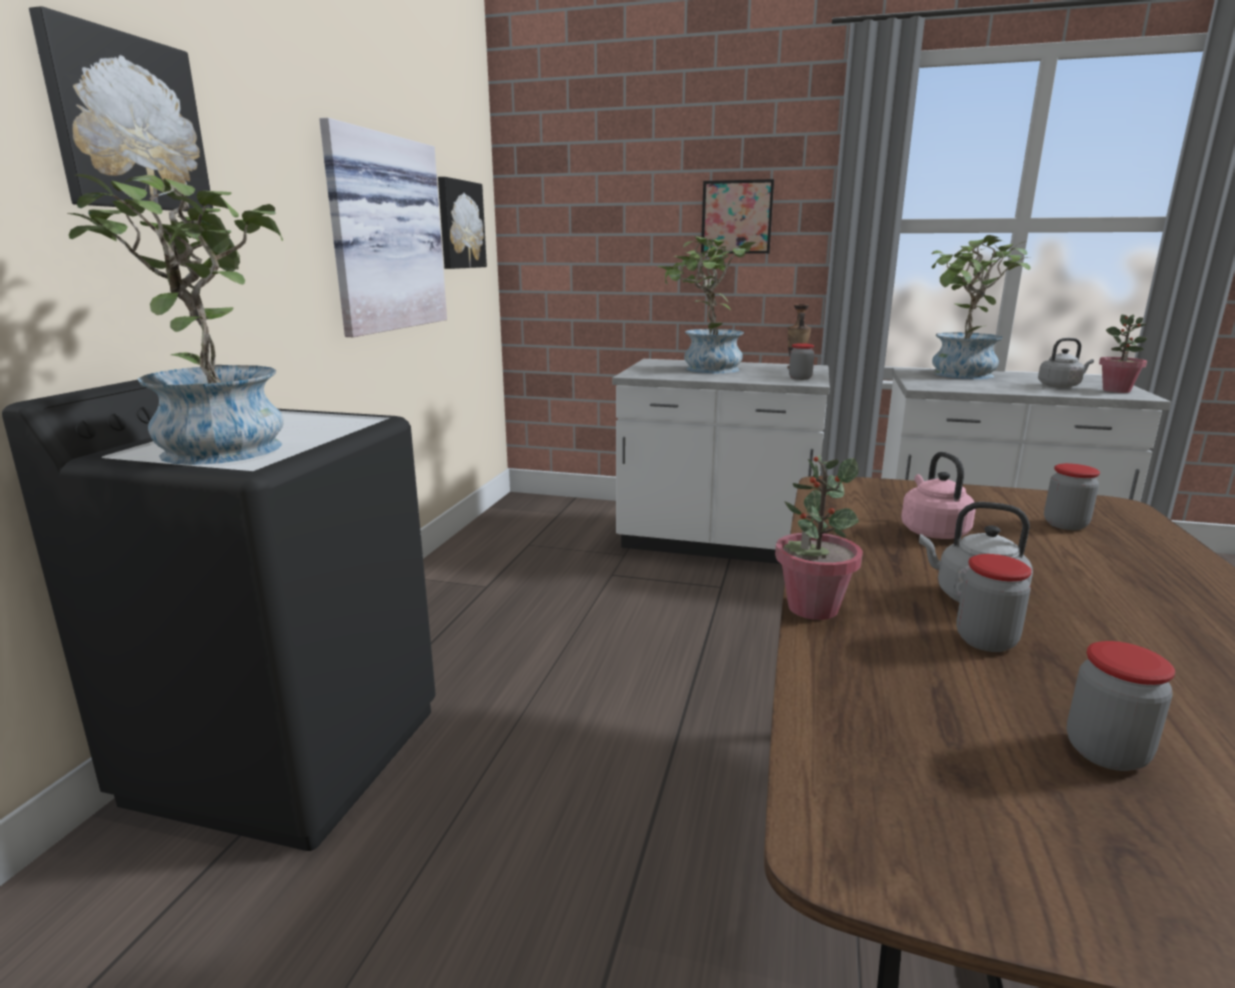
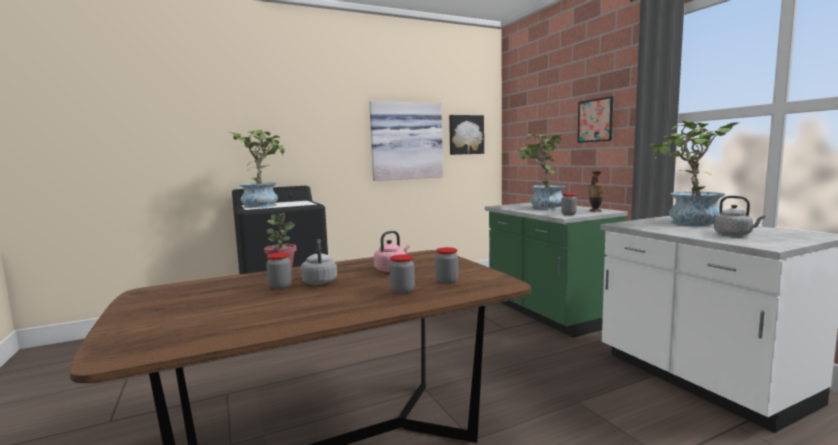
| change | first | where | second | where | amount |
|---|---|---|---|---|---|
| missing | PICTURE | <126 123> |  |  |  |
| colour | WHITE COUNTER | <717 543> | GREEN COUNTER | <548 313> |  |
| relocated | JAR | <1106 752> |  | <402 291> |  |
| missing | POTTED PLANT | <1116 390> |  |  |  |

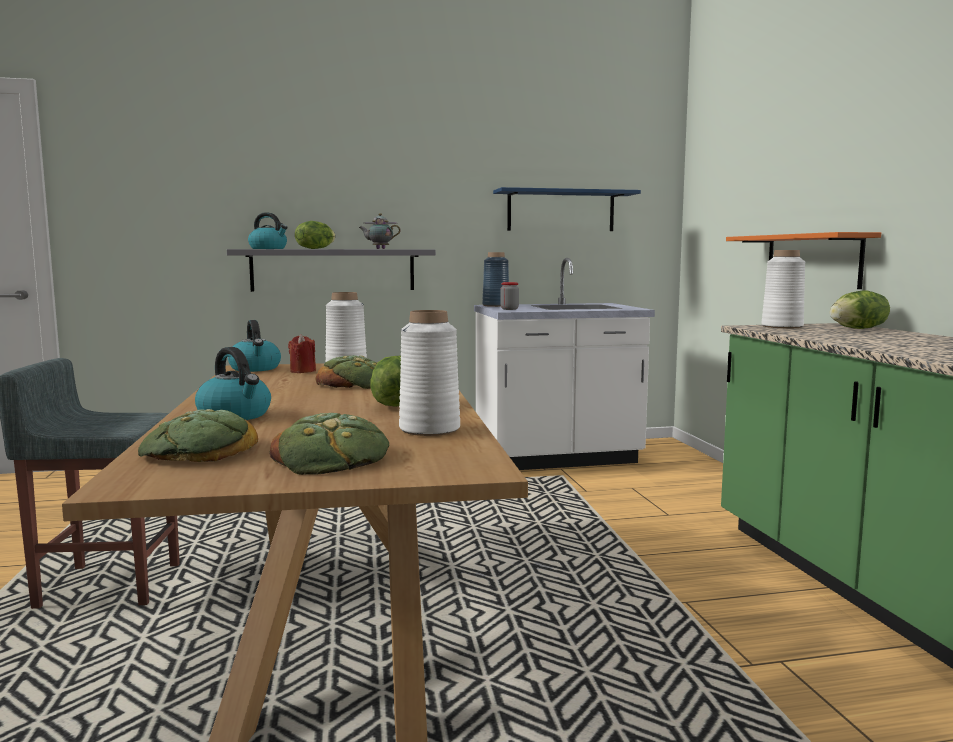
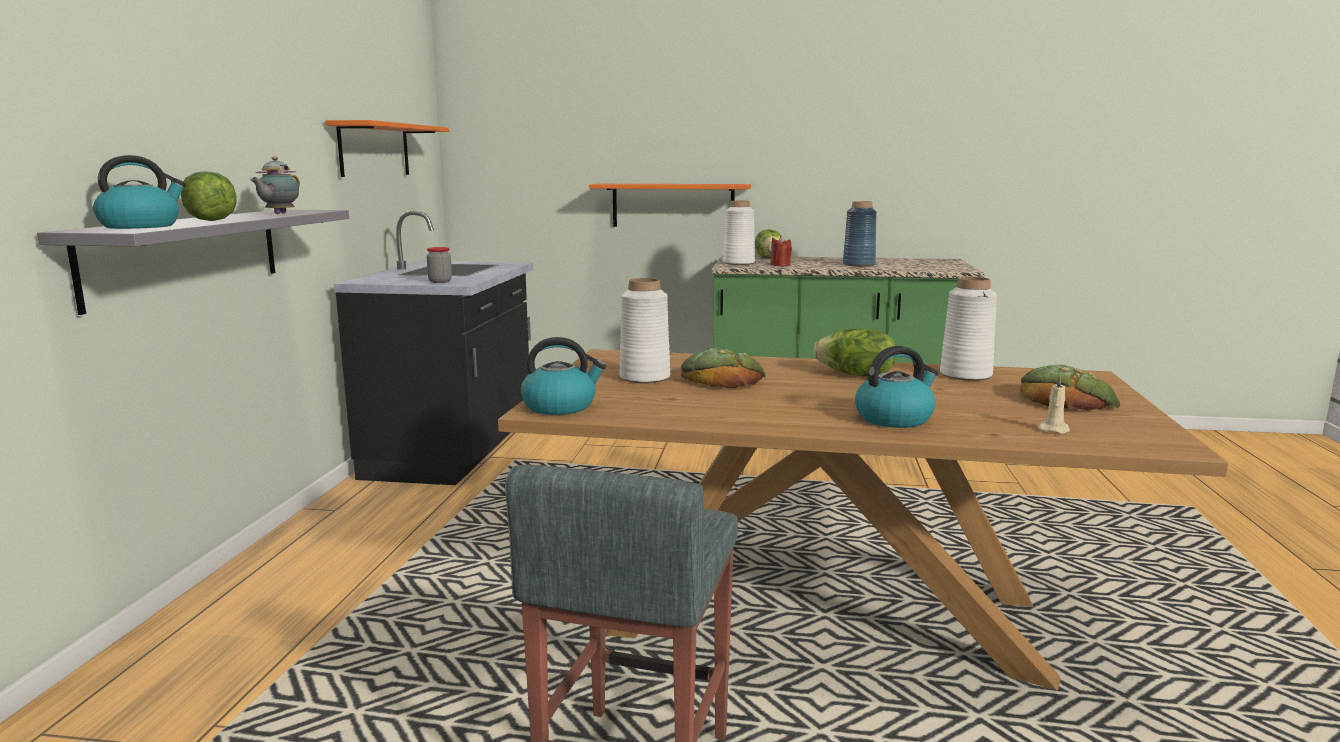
| change | first | where | second | where | amount |
|---|---|---|---|---|---|
| exchanged | BREAD | <199 451> | BEIGE CANDLE | <1053 429> |  |
| relocated | RED CANDLE | <303 371> |  | <780 265> |  |
| colour | WHITE COUNTER | <557 458> | BLACK COUNTER | <454 451> |  |
| relocated | BLUE VASE | <496 305> |  | <858 264> |  |
| colour | BLUE SHELF | <561 211> | ORANGE SHELF | <374 150> |  |

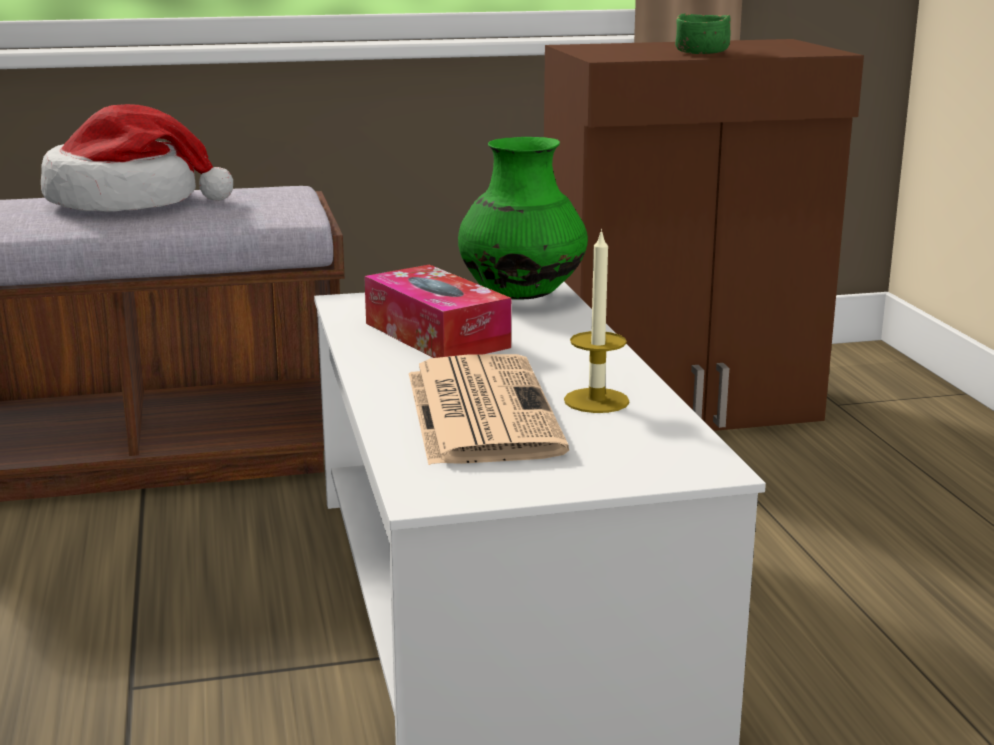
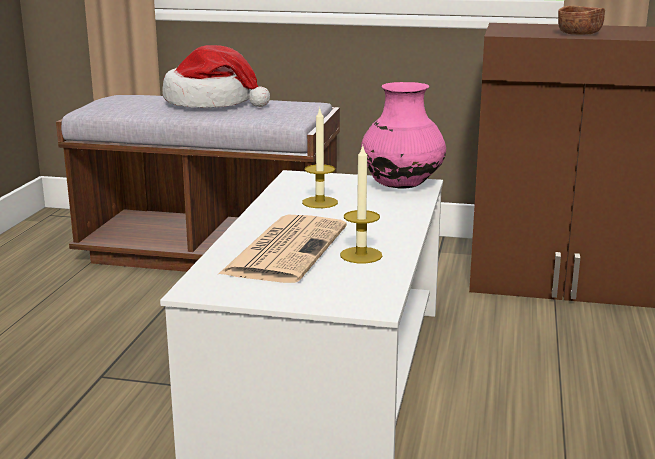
| change | first | where | second | where | amount |
|---|---|---|---|---|---|
| exchanged | TISSUE BOX | <436 335> | CANDLE | <320 202> |  |
| colour | GREEN VASE | <521 297> | PINK VASE | <401 186> |  |
| colour | GREEN BOWL | <702 53> | BROWN BOWL | <579 34> |  |

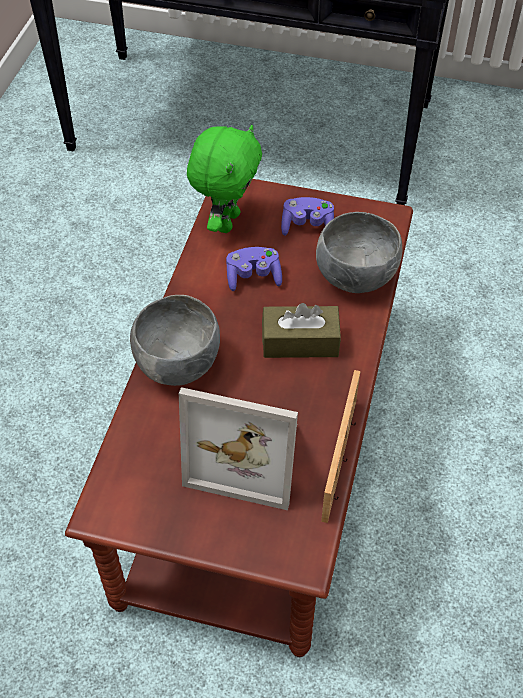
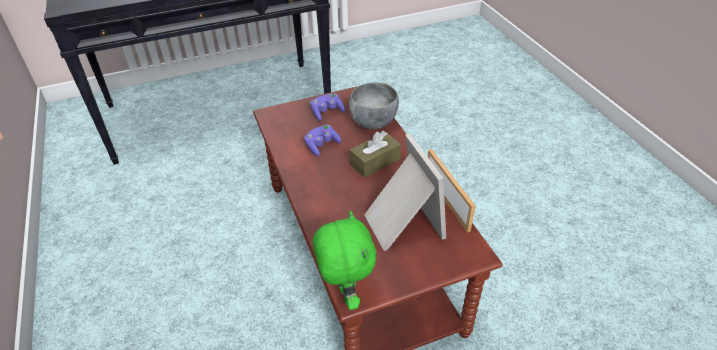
| change | first | where | second | where | amount |
|---|---|---|---|---|---|
| missing | GREY BOWL | <177 365> |  |  |  |
| spun | PICTURE FRAME | <248 454> |  | <401 223> | 90 degrees counterclockwise |
| relocated | GREEN PLUSH TOY | <226 221> |  | <345 293> |  |

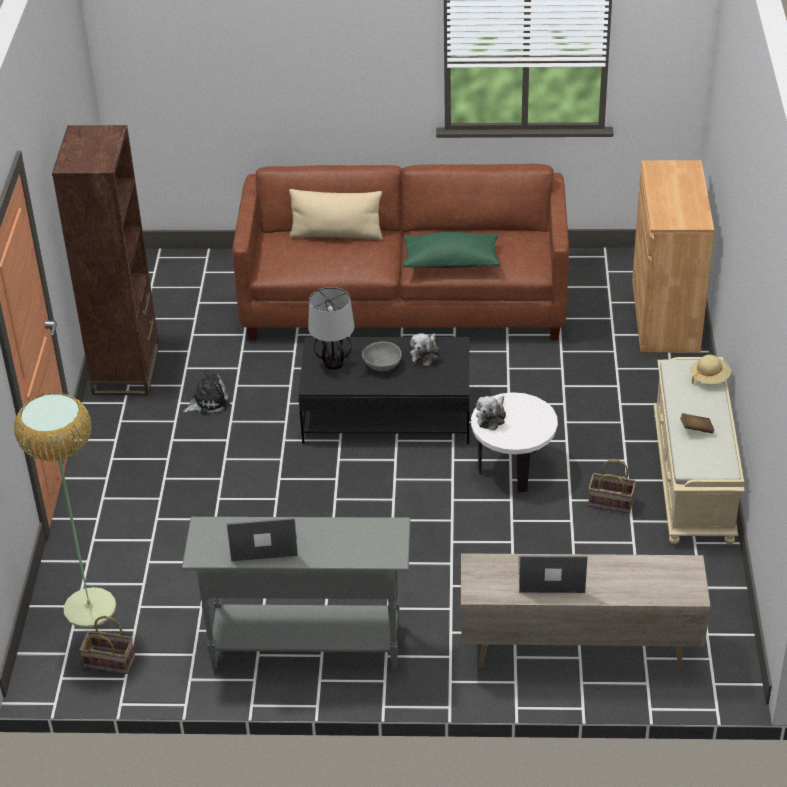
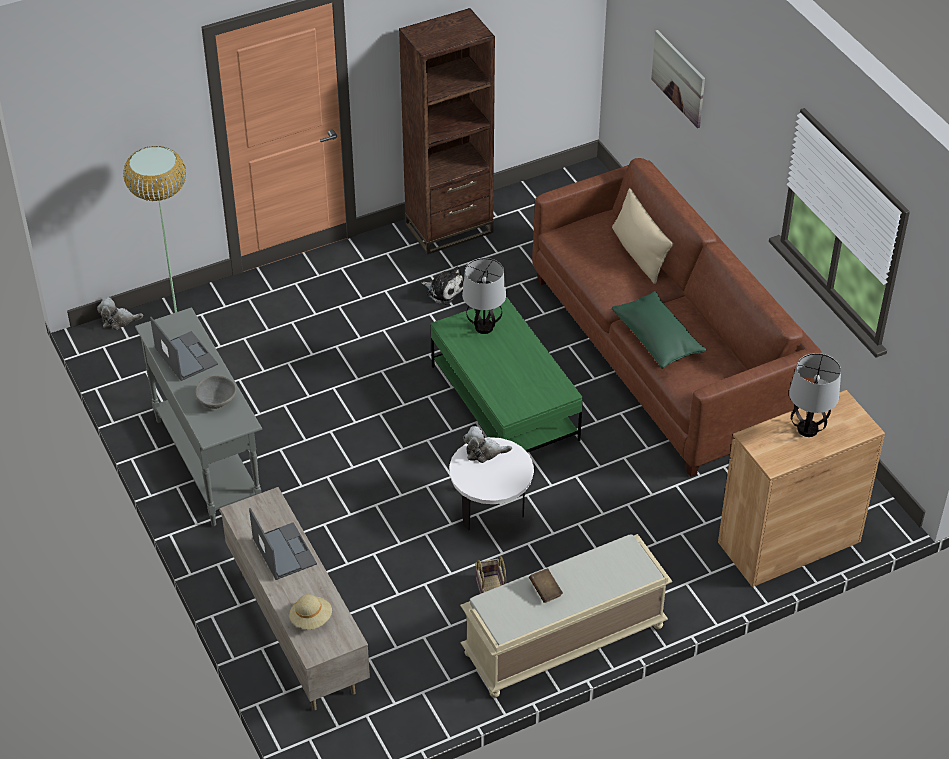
| change | first | where | second | where | amount |
|---|---|---|---|---|---|
| missing | BASKET | <111 661> |  |  |  |
| colour | BLACK COFFEE TABLE | <387 414> | GREEN COFFEE TABLE | <505 403> |  |
| relocated | GREY BOWL | <382 365> |  | <216 401> |  |
| relocated | PLUSH TOY | <425 354> |  | <118 321> |  |
| relocated | BEIGE HAT | <709 378> |  | <311 619> |  |
| appeared |  |  | PICTURE | <678 78> |  |
| appeared |  |  | TABLE LAMP | <808 430> |  |

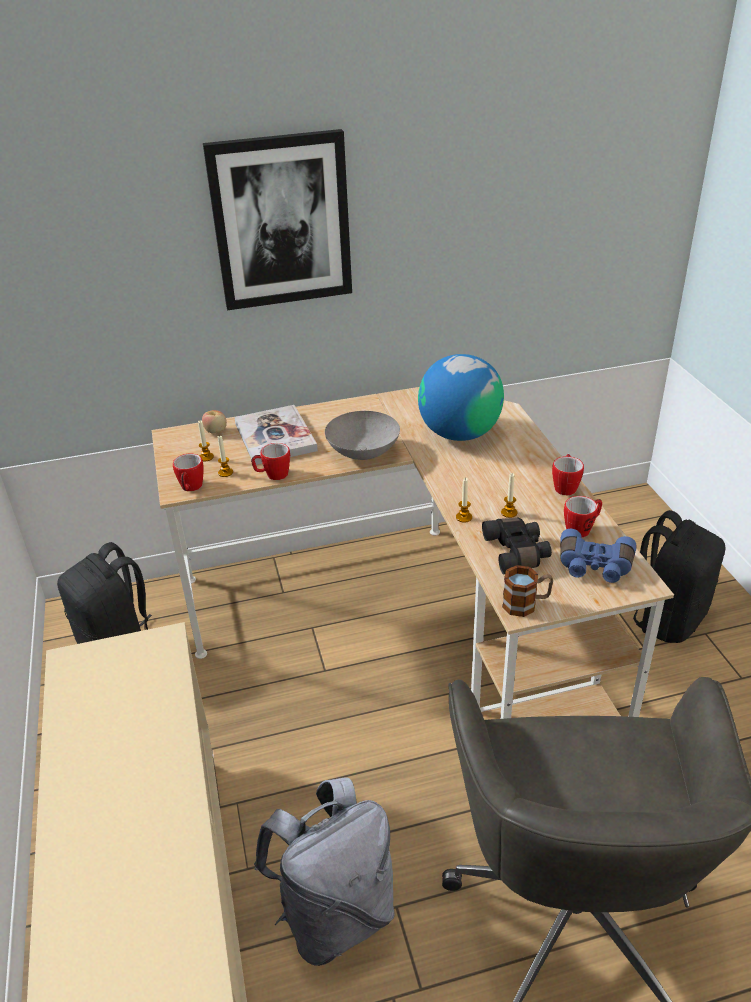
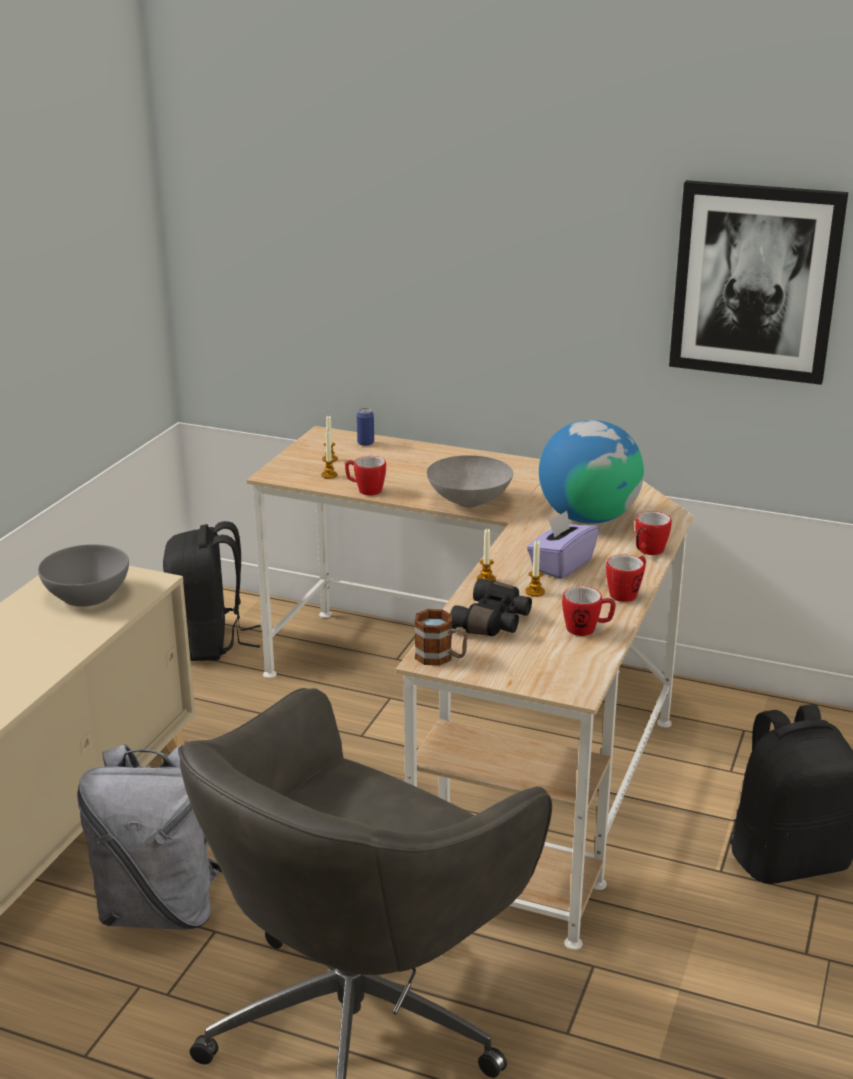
| change | first | where | second | where | amount |
|---|---|---|---|---|---|
| relocated | MUG | <190 488> |  | <648 552> |  |
| exchanged | APPLE | <216 431> | CAN | <365 443> |  |
| relocated | PICTURE | <281 221> |  | <755 281> |  |
| missing | BOOK | <275 437> |  |  |  |
| missing | BLUE BINOCULARS | <594 567> |  |  |  |
| appeared |  |  | GREY BOWL | <87 594> |  |
| appeared |  |  | PURPLE TISSUE BOX | <561 565> |  |

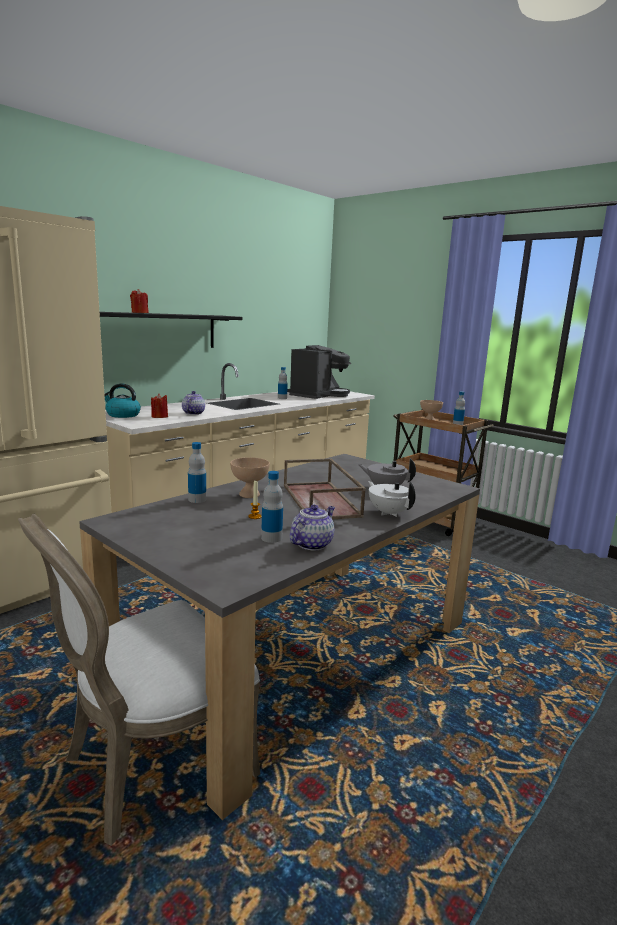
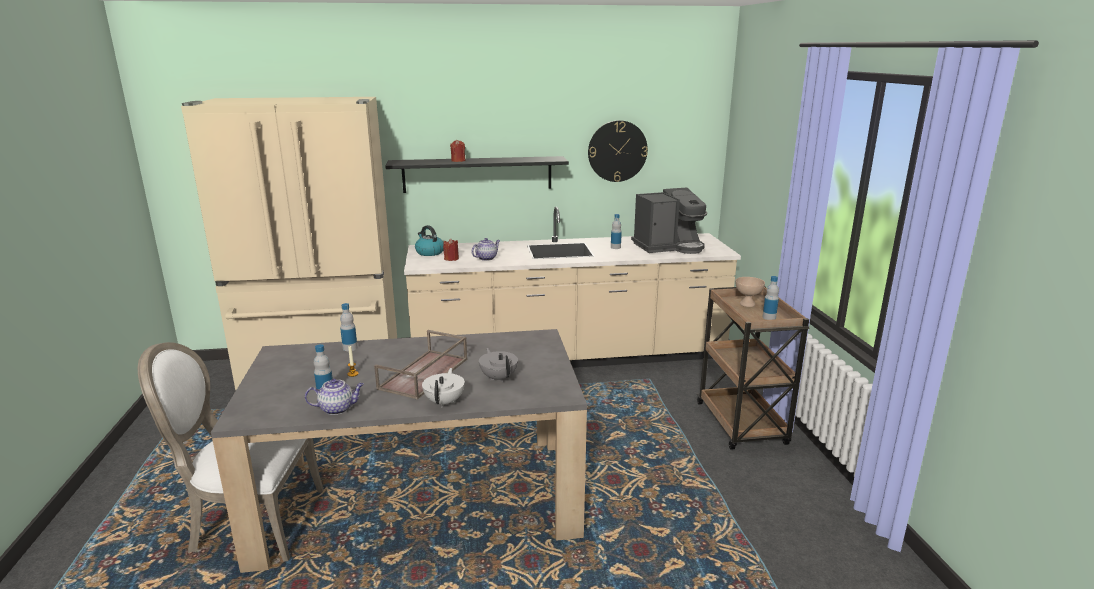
| change | first | where | second | where | amount |
|---|---|---|---|---|---|
| missing | BEIGE BOWL | <250 495> |  |  |  |
| appeared |  |  | WALL CLOCK | <617 151> |  |

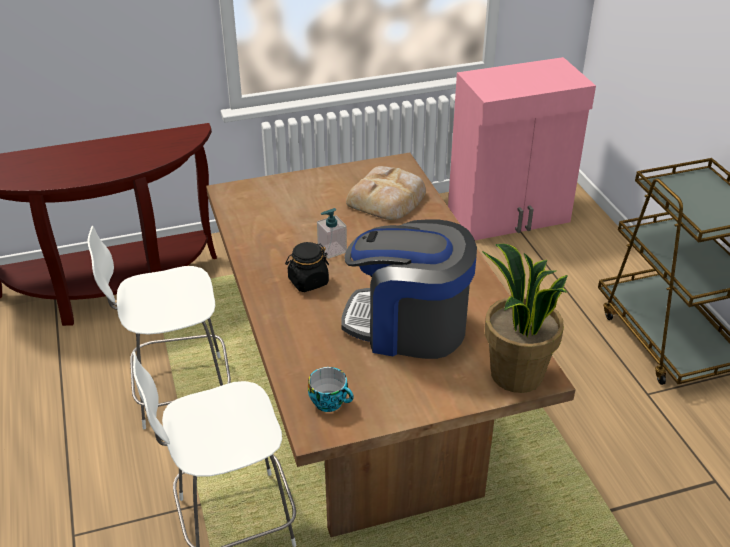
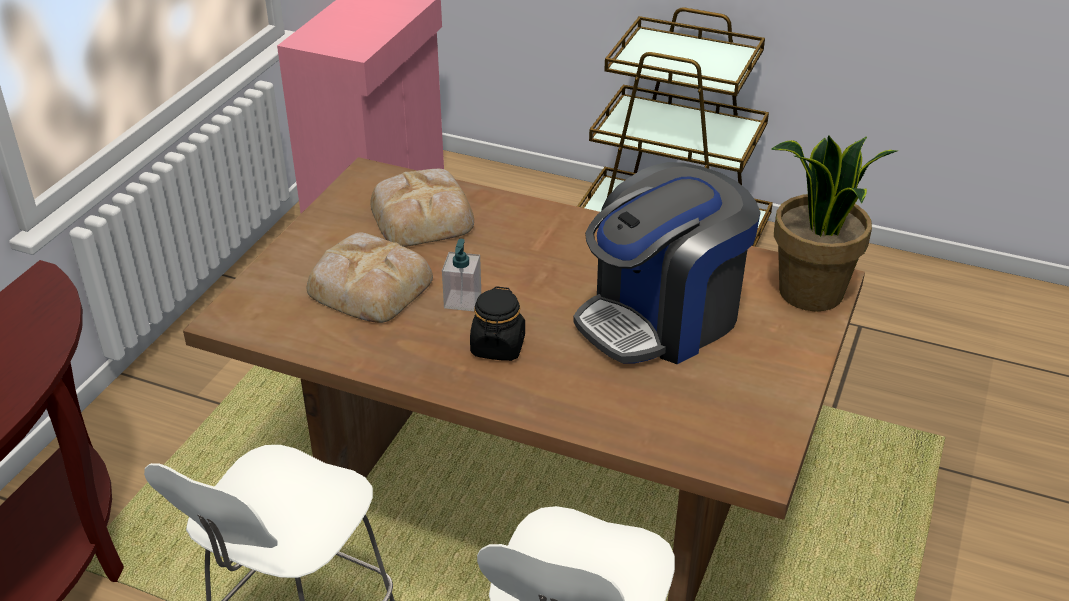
| change | first | where | second | where | amount |
|---|---|---|---|---|---|
| missing | CUP | <330 402> |  |  |  |
| appeared |  |  | BREAD | <369 285> |  |

